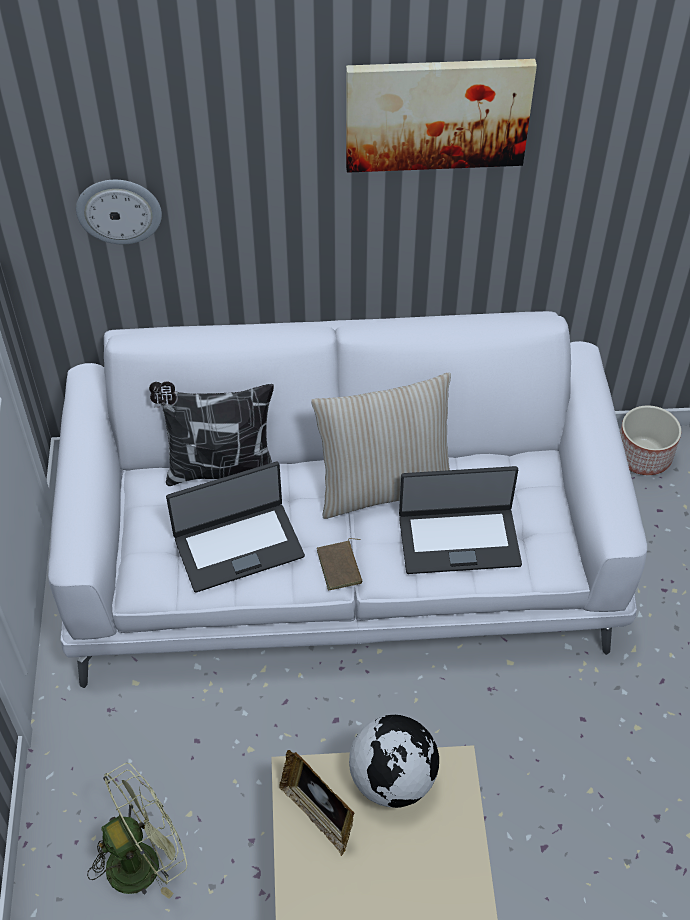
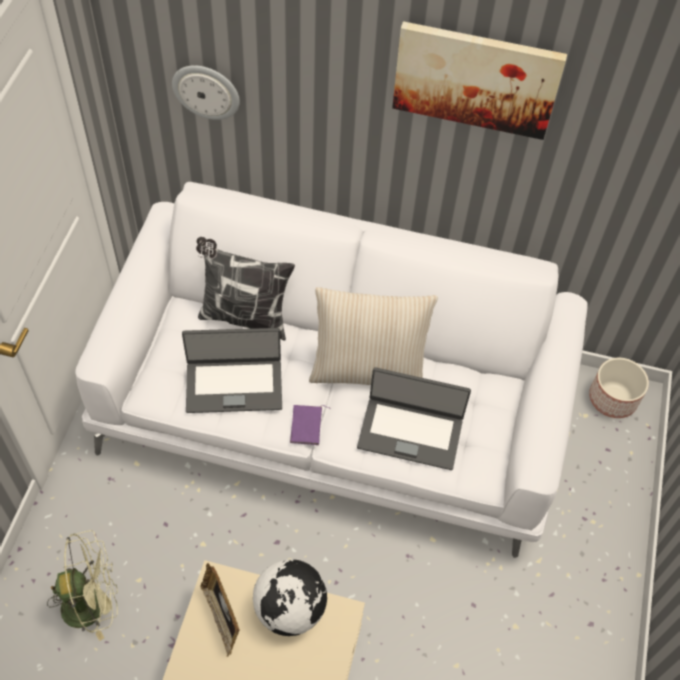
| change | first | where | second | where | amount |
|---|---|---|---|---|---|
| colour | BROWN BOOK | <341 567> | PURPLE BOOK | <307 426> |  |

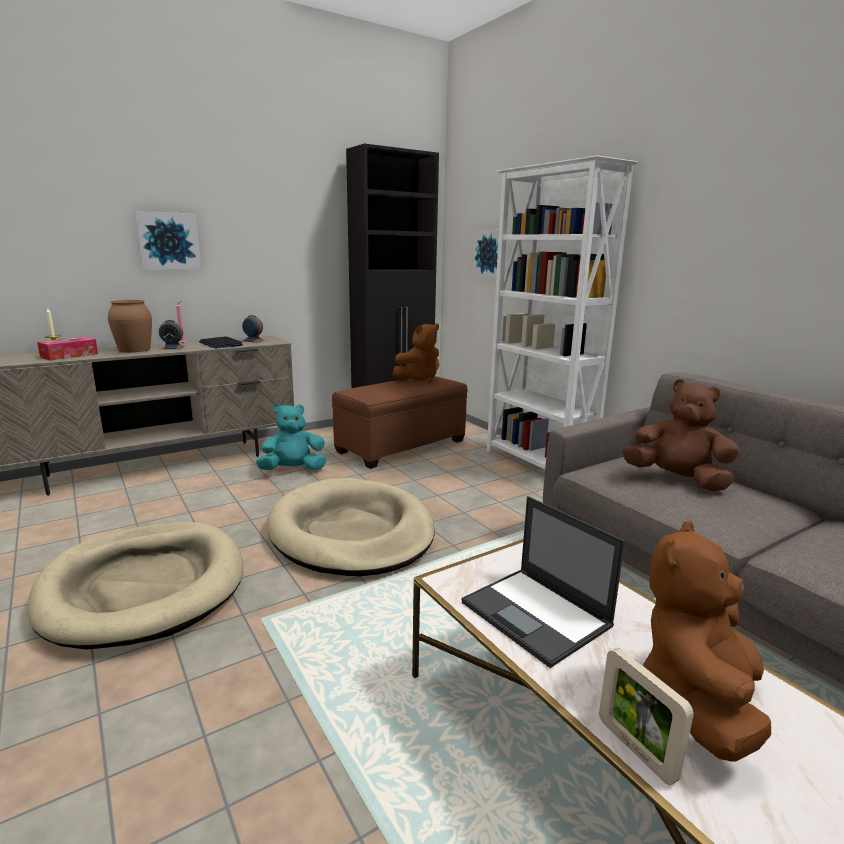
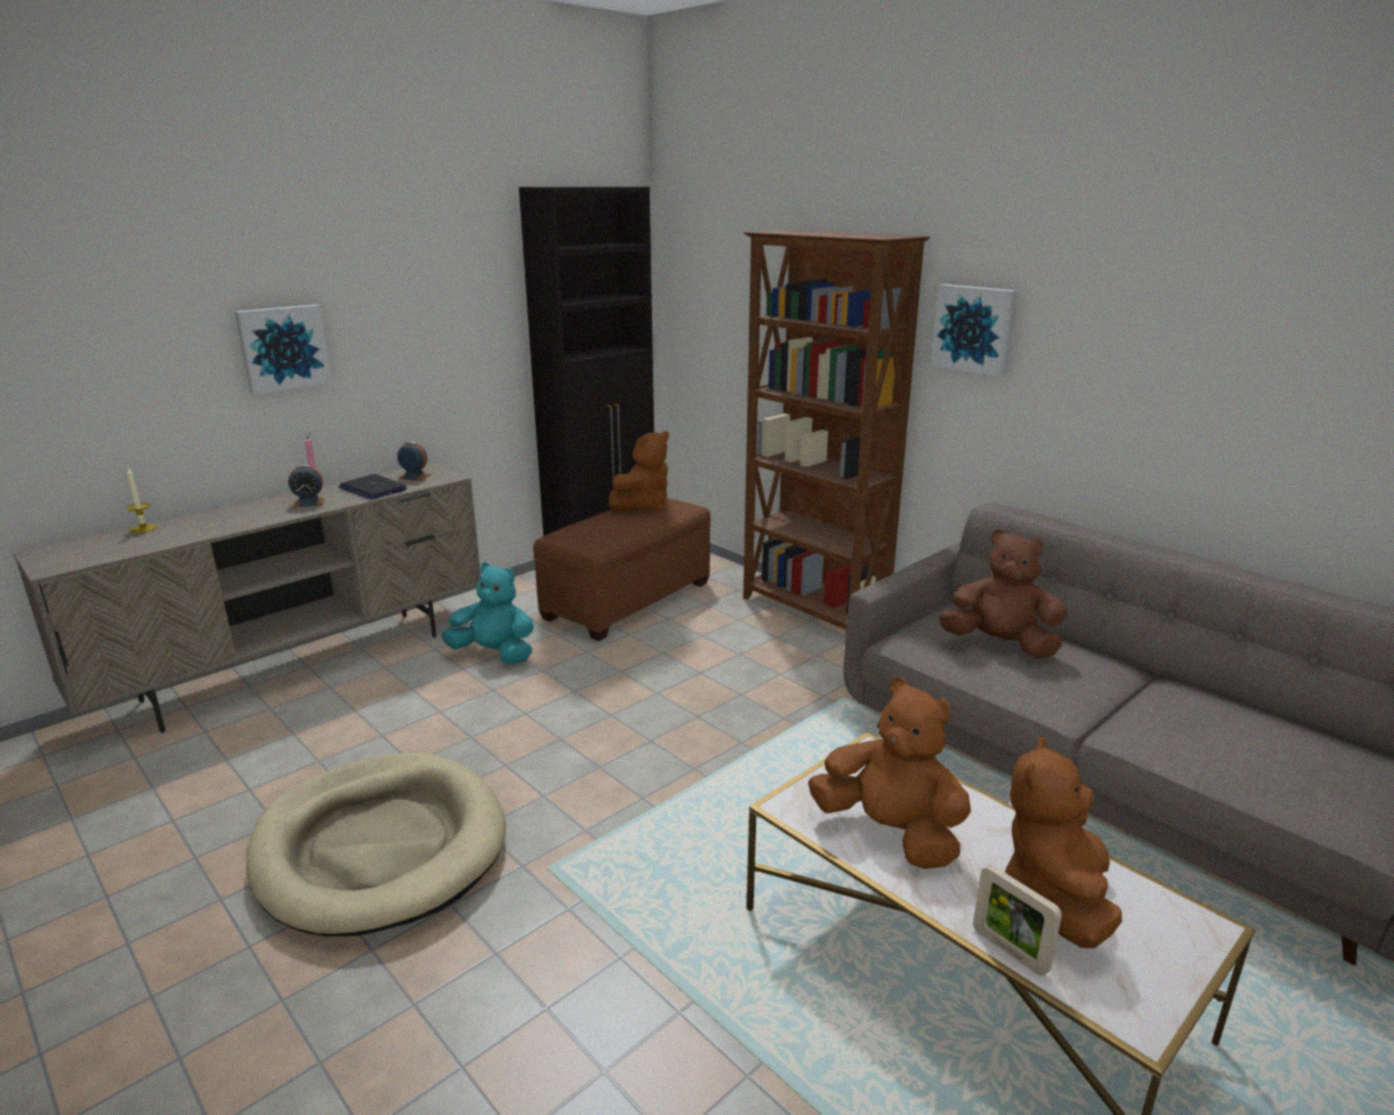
| change | first | where | second | where | amount |
|---|---|---|---|---|---|
| missing | TISSUE BOX | <69 355> |  |  |  |
| missing | BROWN VASE | <134 350> |  |  |  |
| spun | TURQUOISE PLUSH TOY | <293 470> |  | <494 654> | 45 degrees clockwise |
| missing | BEIGE DOG BED | <351 532> |  |  |  |
| exchanged | LAPTOP | <537 615> | BROWN PLUSH TOY | <890 832> |  |
| relocated | PICTURE | <492 253> |  | <975 329> |  |
| colour | WHITE BOOKCASE | <537 464> | BROWN BOOKCASE | <813 612> |  |

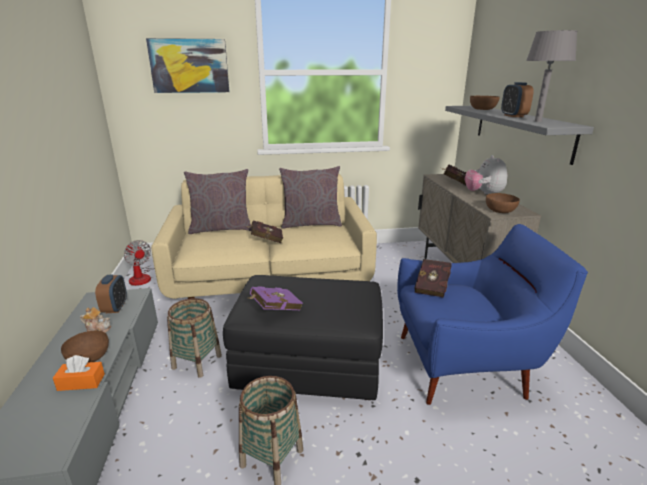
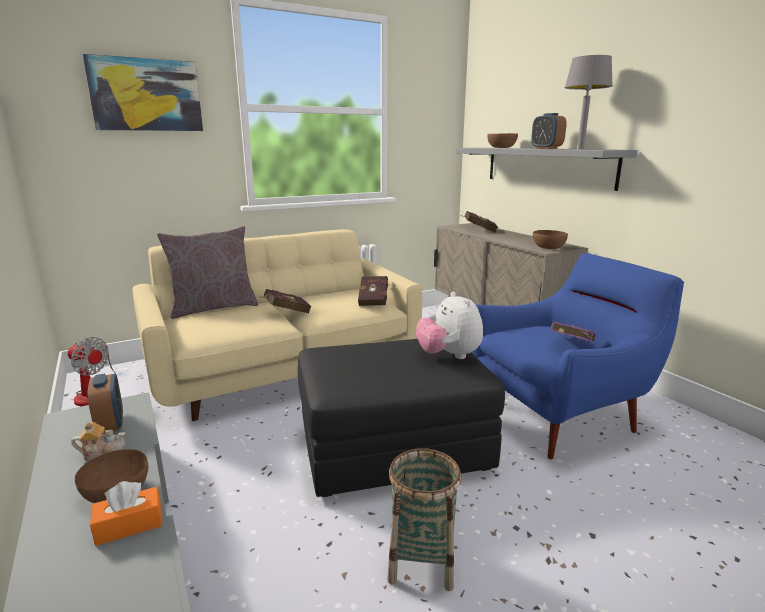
| change | first | where | second | where | amount |
|---|---|---|---|---|---|
| missing | BASKET | <197 362> |  |  |  |
| relocated | PURPLE BOOK | <274 310> |  | <570 345> |  |
| missing | GREY PILLOW | <311 224> |  |  |  |
| relocated | RED BOOK | <433 287> |  | <374 300> |  |
| relocated | PLUSH TOY | <483 194> |  | <449 356> |  |

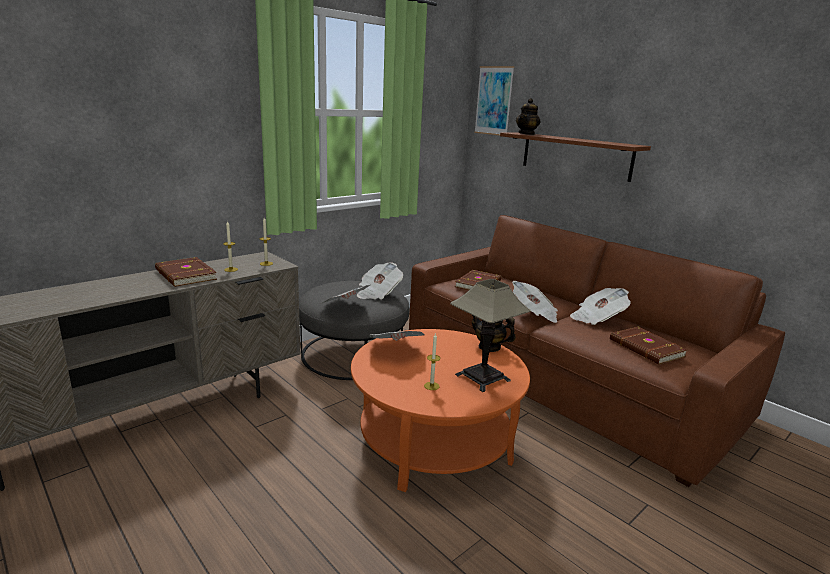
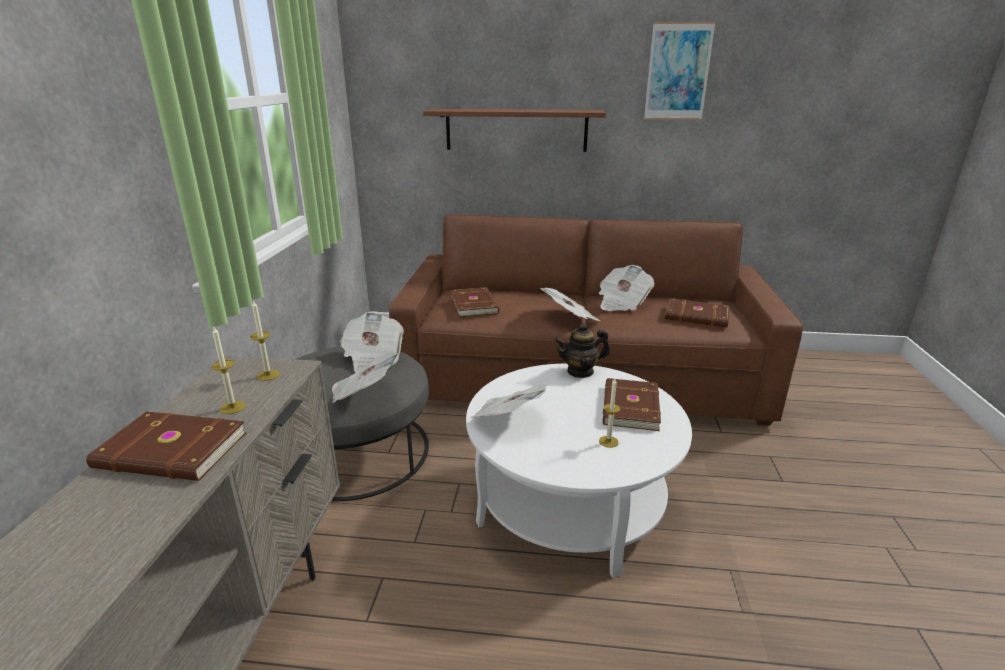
| change | first | where | second | where | amount |
|---|---|---|---|---|---|
| colour | ORANGE COFFEE TABLE | <434 440> | WHITE COFFEE TABLE | <571 501> |  |
| exchanged | TABLE LAMP | <482 377> | BROWN BOOK | <629 407> |  |
| relocated | PICTURE | <493 101> |  | <678 72> |  |
| missing | TEAPOT | <526 134> |  |  |  |

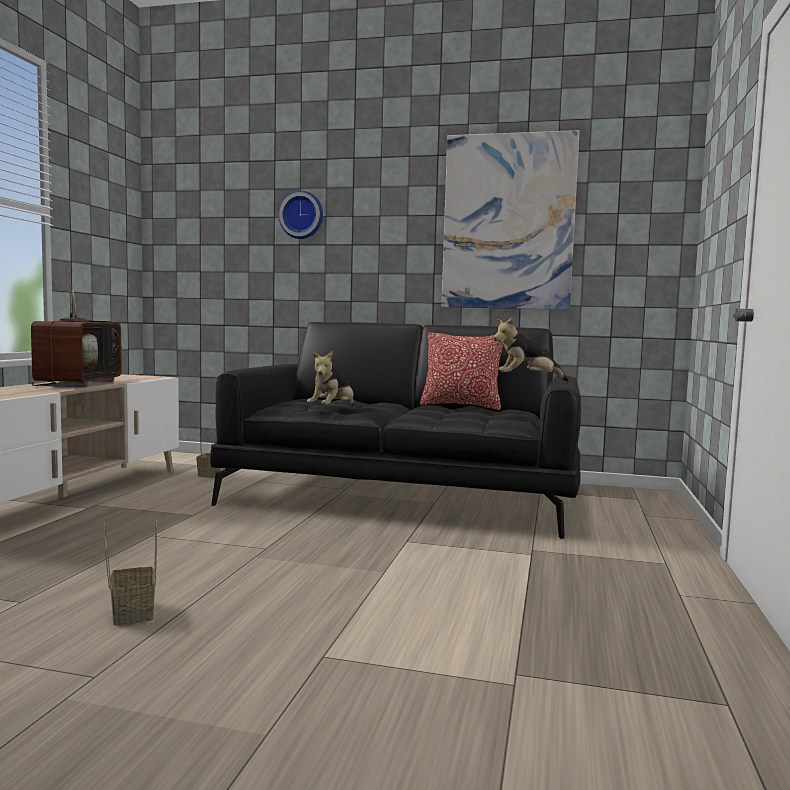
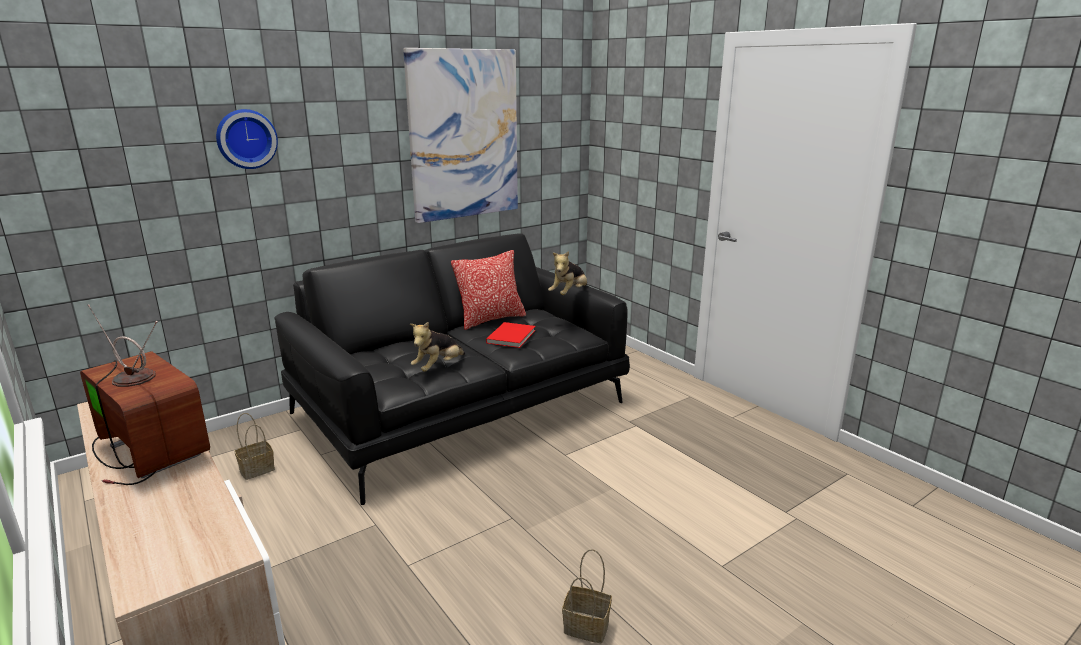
| change | first | where | second | where | amount |
|---|---|---|---|---|---|
| spun | PLUSH TOY | <332 409> |  | <438 367> | 60 degrees clockwise |
| appeared |  |  | RED BOOK | <513 336> |  |

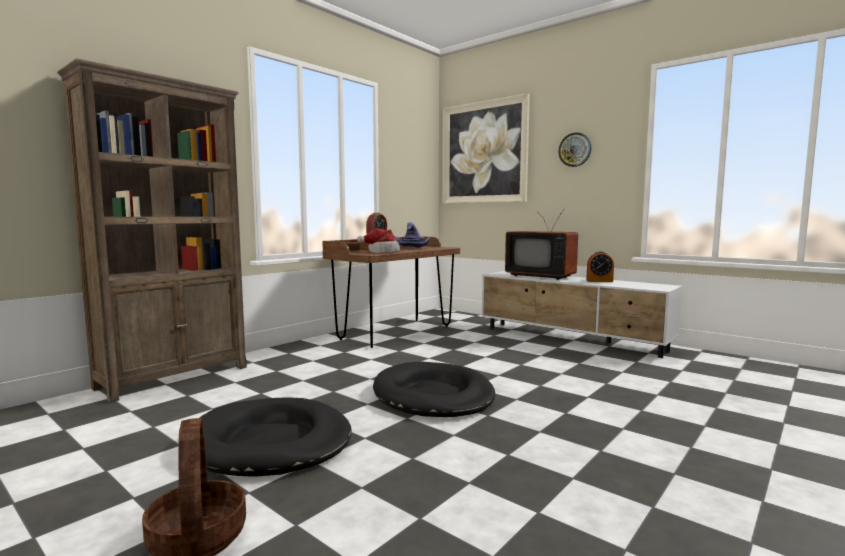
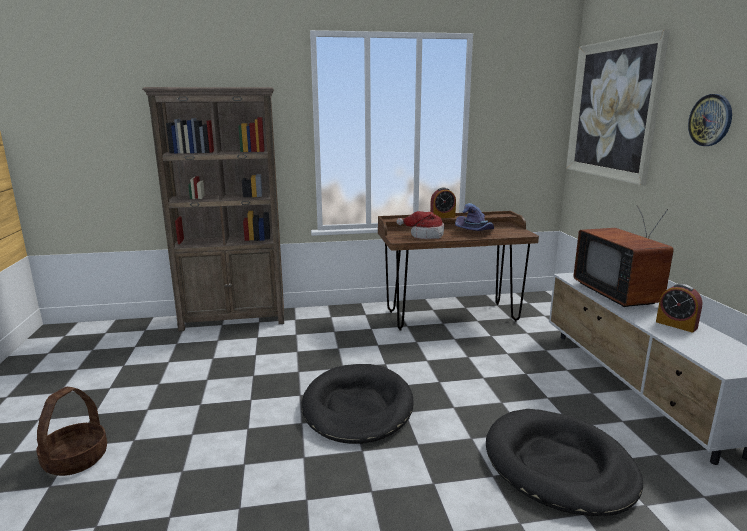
| change | first | where | second | where | amount |
|---|---|---|---|---|---|
| relocated | BLACK DOG BED | <270 443> |  | <558 465> |  |

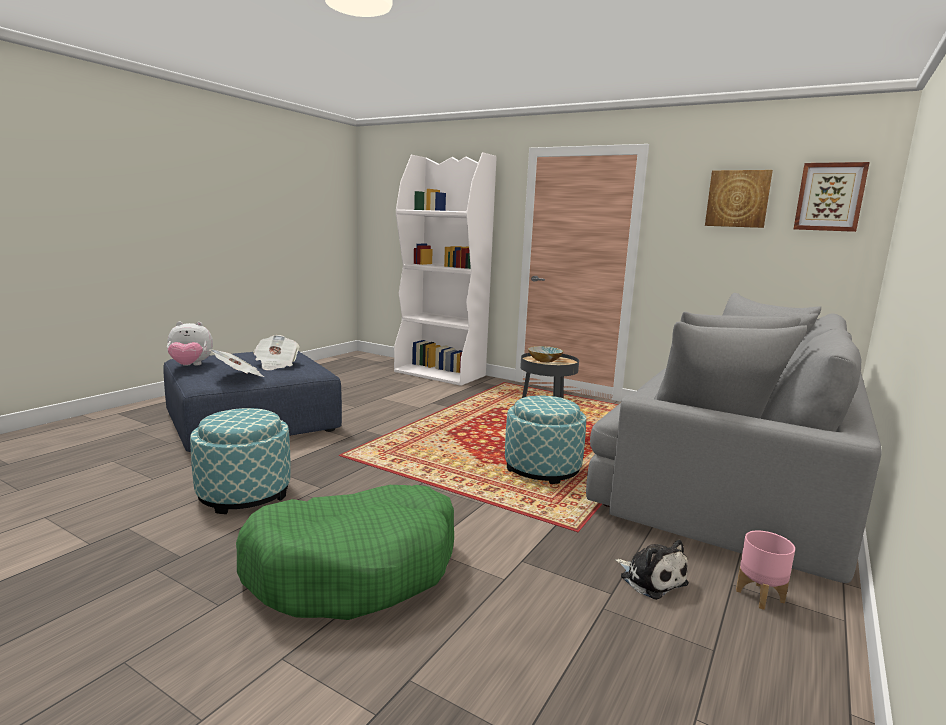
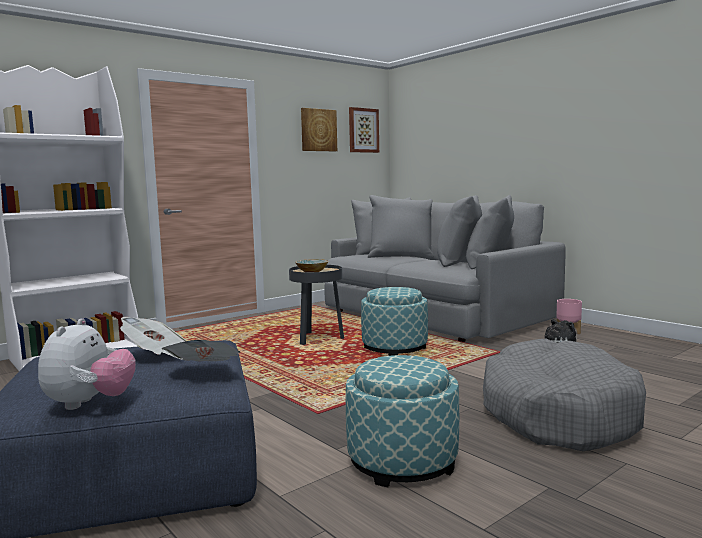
| change | first | where | second | where | amount |
|---|---|---|---|---|---|
| colour | GREEN DOG BED | <354 568> | GREY DOG BED | <557 414> |  |

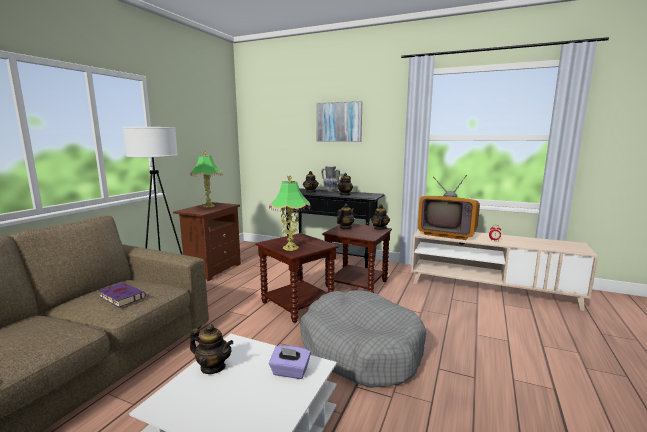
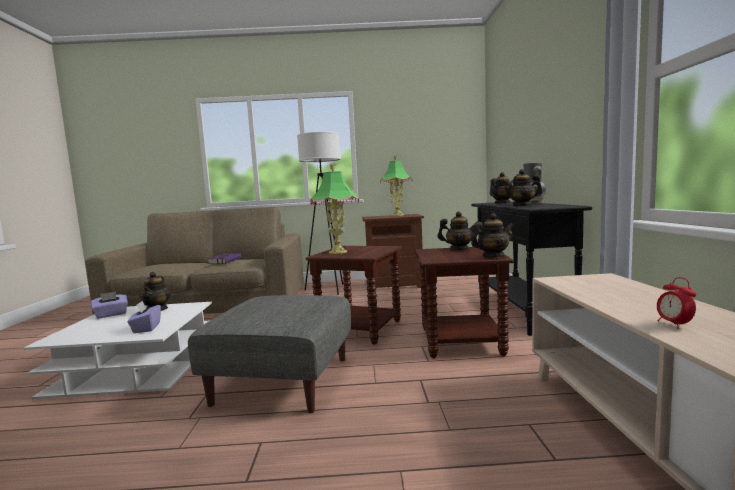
| change | first | where | second | where | amount |
|---|---|---|---|---|---|
| exchanged | GREY DOG BED | <360 349> | GREY OTTOMAN | <284 380> |  |
| missing | PICTURE | <339 122> |  |  |  |
| missing | TELEVISION | <447 233> |  |  |  |
| appeared |  |  | PURPLE TISSUE BOX | <111 314> |  |

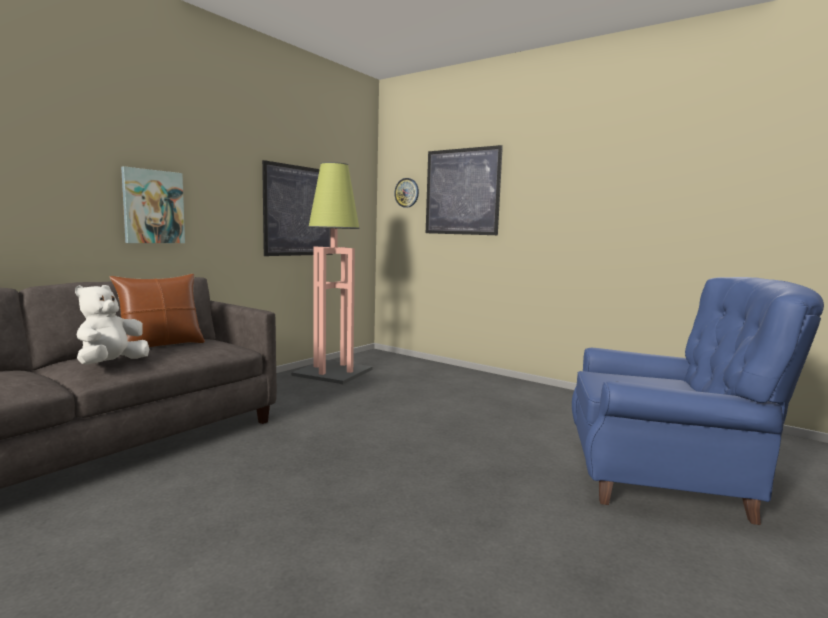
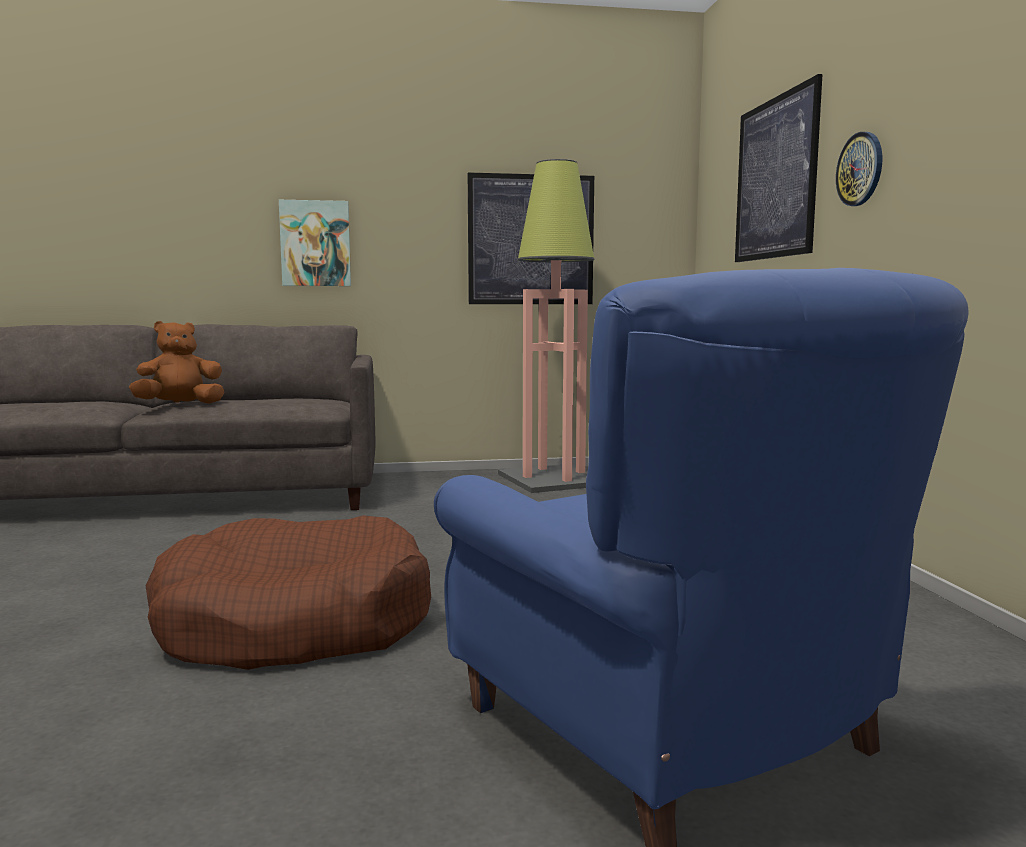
| change | first | where | second | where | amount |
|---|---|---|---|---|---|
| colour | WHITE PLUSH TOY | <111 364> | BROWN PLUSH TOY | <180 405> |  |
| missing | BROWN PILLOW | <161 345> |  |  |  |
| relocated | WALL CLOCK | <407 192> |  | <860 169> |  |
| appeared |  |  | BROWN DOG BED | <294 623> |  |

